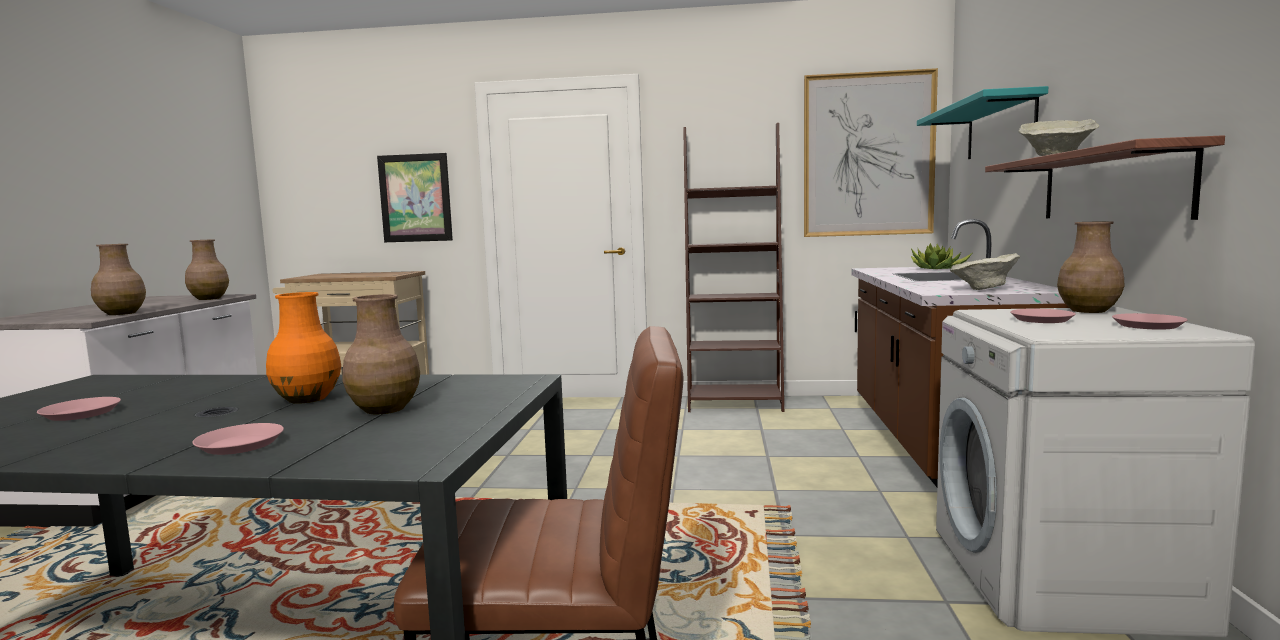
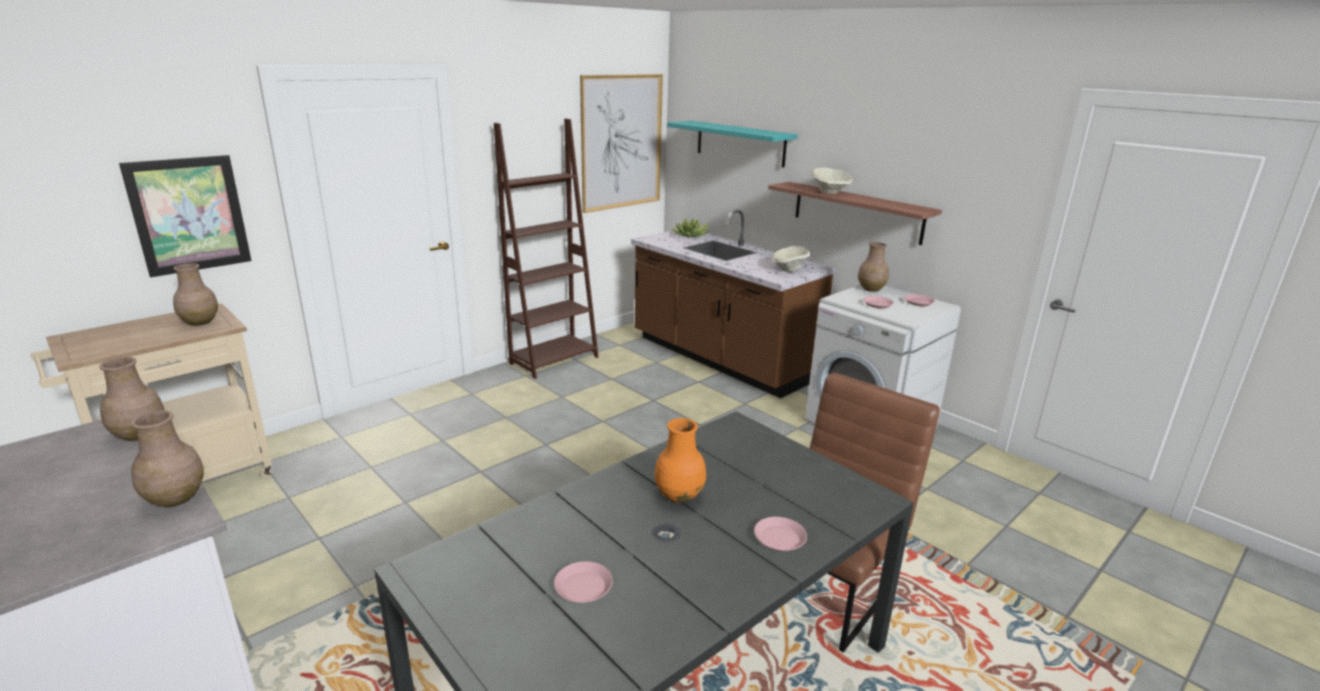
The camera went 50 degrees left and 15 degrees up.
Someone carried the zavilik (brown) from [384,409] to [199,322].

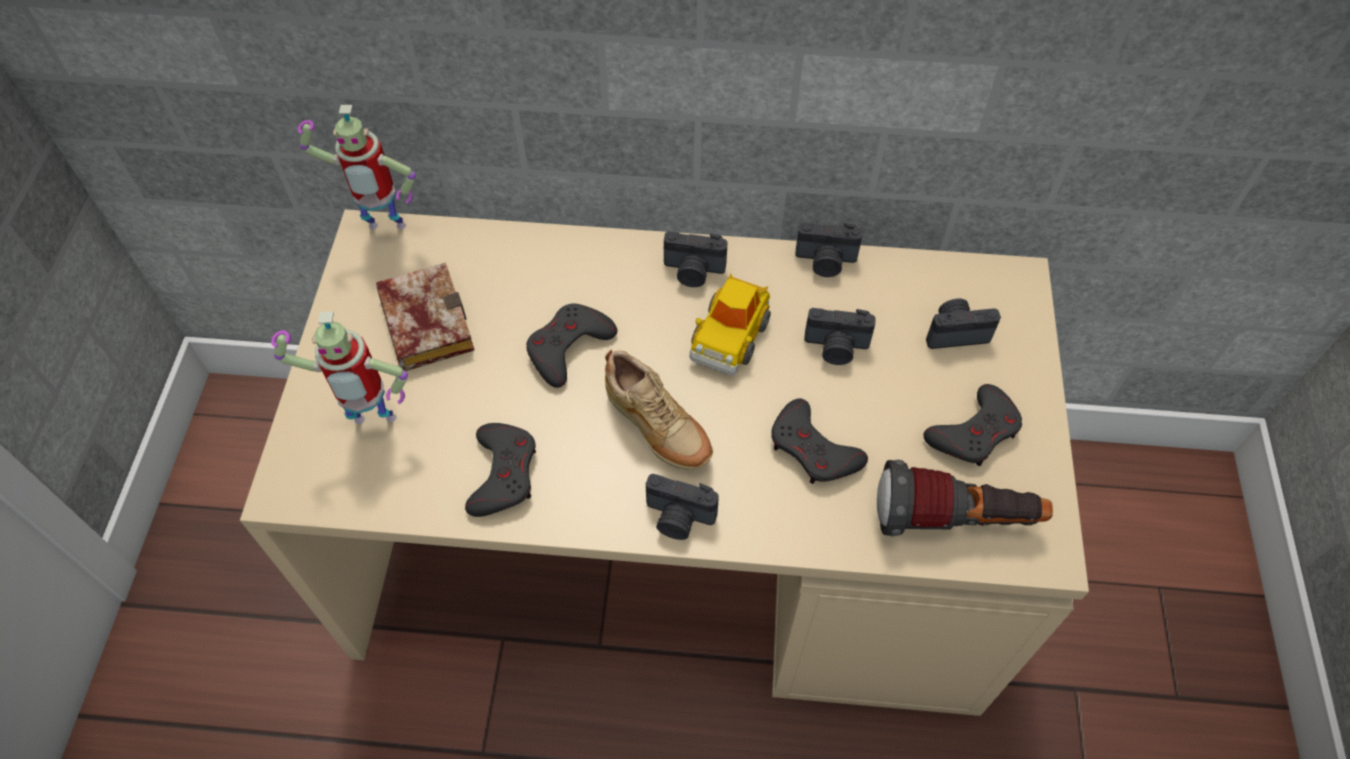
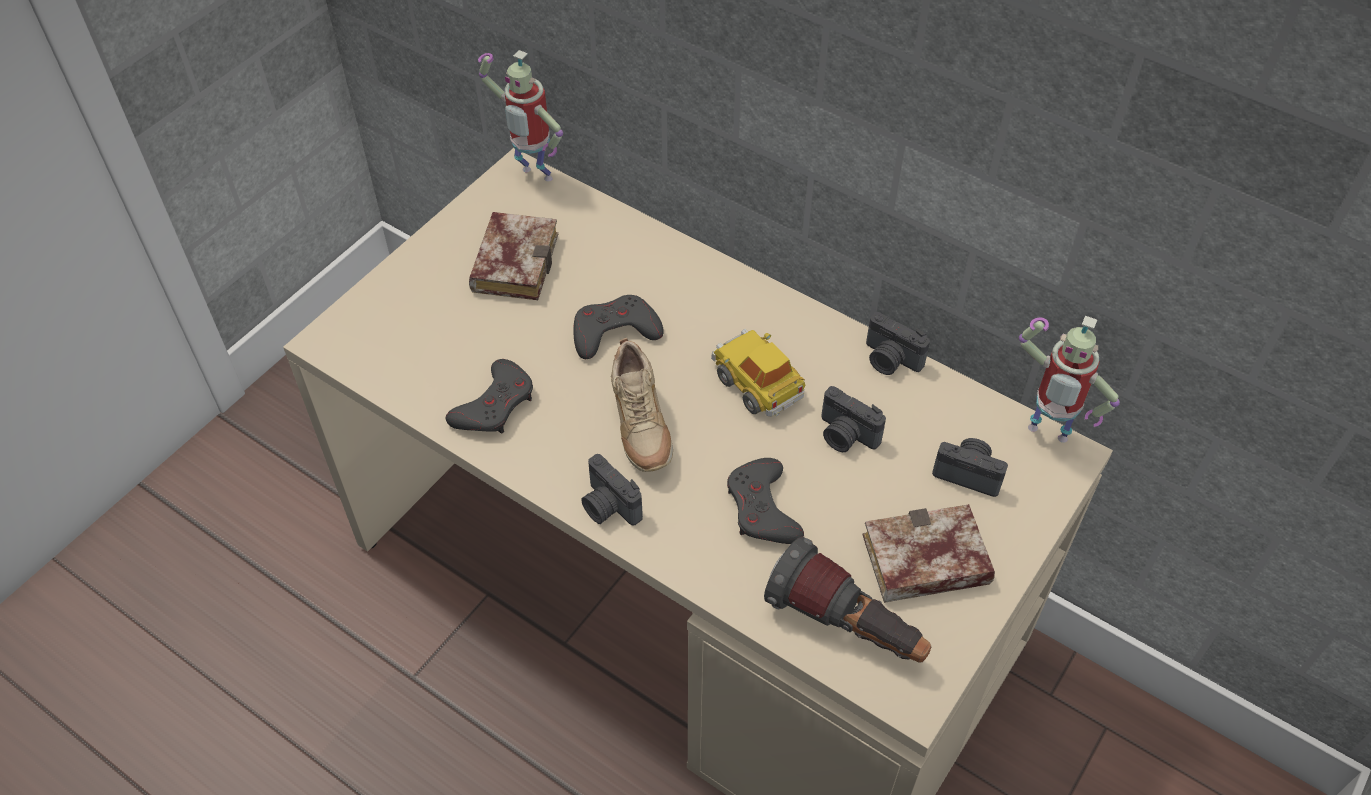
The camera went 30 degrees right and 5 degrees down.
Someone carried the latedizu from [373,424] to [1044,437].
Someone took away the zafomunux at [693,272].
Someone rotated the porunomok at [730,335] by 90 degrees clockwise.
Someone swapped the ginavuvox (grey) at [974,432] for the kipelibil at [921,564].

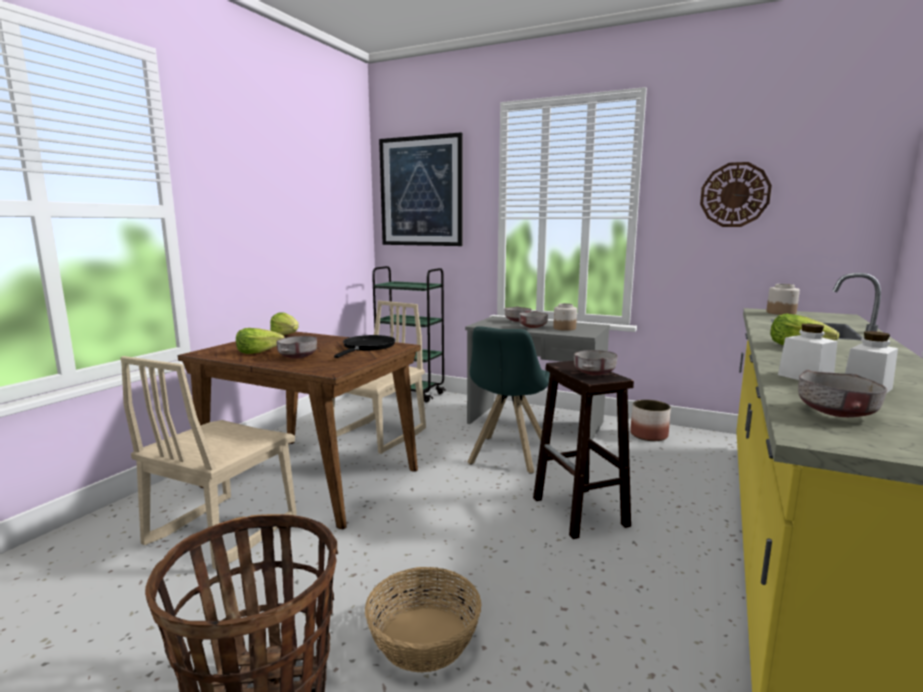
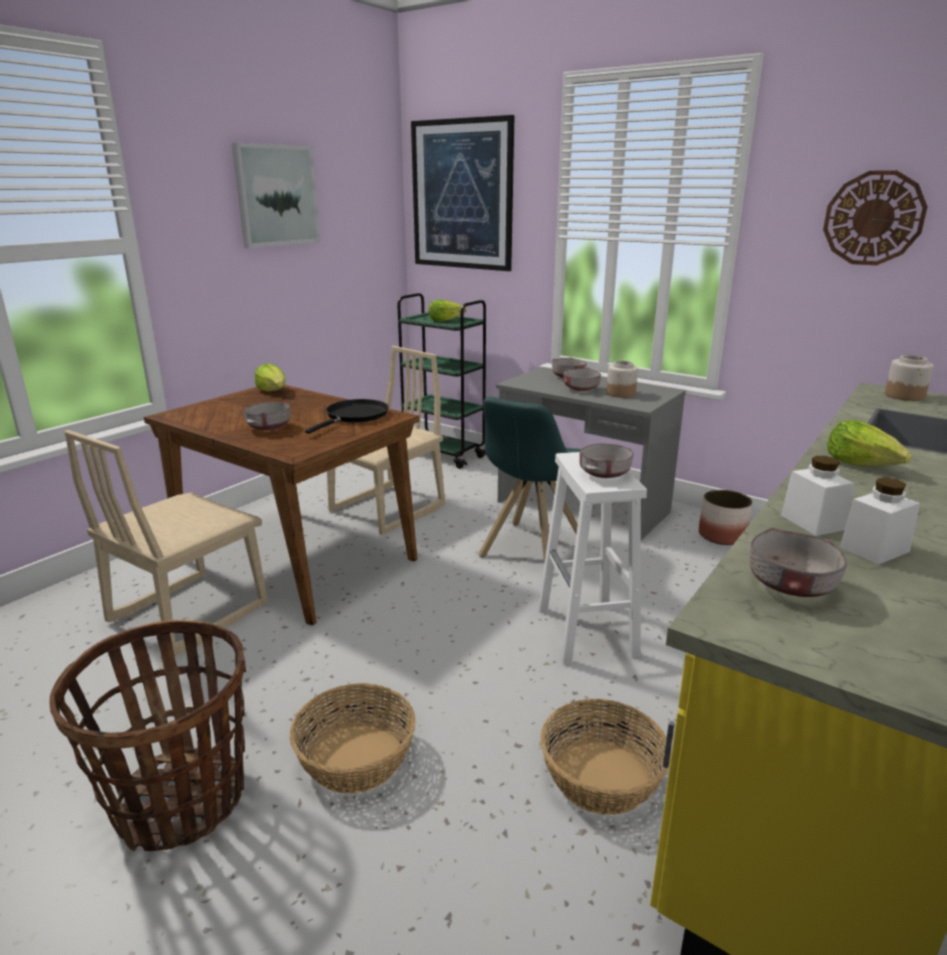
The camera went 10 degrees right and 10 degrees up.
Someone carried the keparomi from [259,352] to [445,320].
Someone repainted the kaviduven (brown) at [580,512], which became the kaviduven (white) at [587,632].
Someone put up the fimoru at [276,196].
Someone put down the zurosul at [601,777].

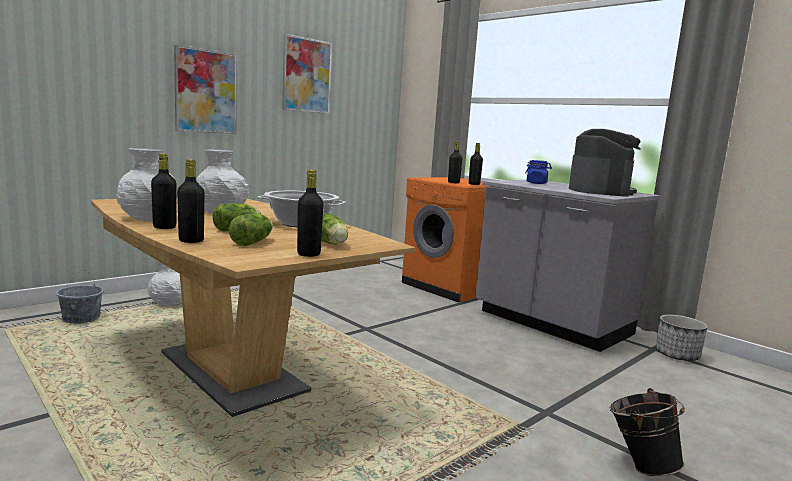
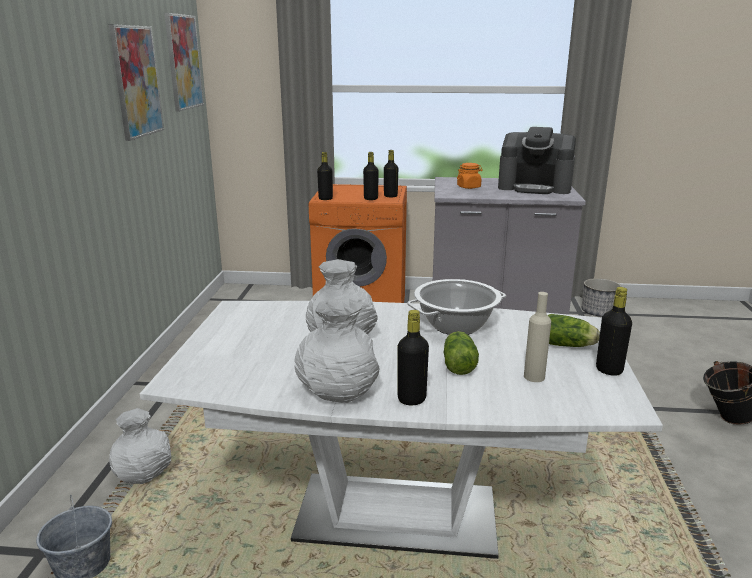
The camera went 40 degrees left and 10 degrees up.
Someone repainted the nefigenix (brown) at [231,372], which became the nefigenix (white) at [396,515].
Someone carried the fimoru from [206,91] to [183,62].
Someone carried the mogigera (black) from [191,241] to [325,199].
Someone swapped the keparomi at [253,242] for the mogigera (beige) at [534,377].
Someone repainted the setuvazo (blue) at [536,183], which became the setuvazo (orange) at [469,187].
Someone rotated the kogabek at [600,191] by 135 degrees clockwise.

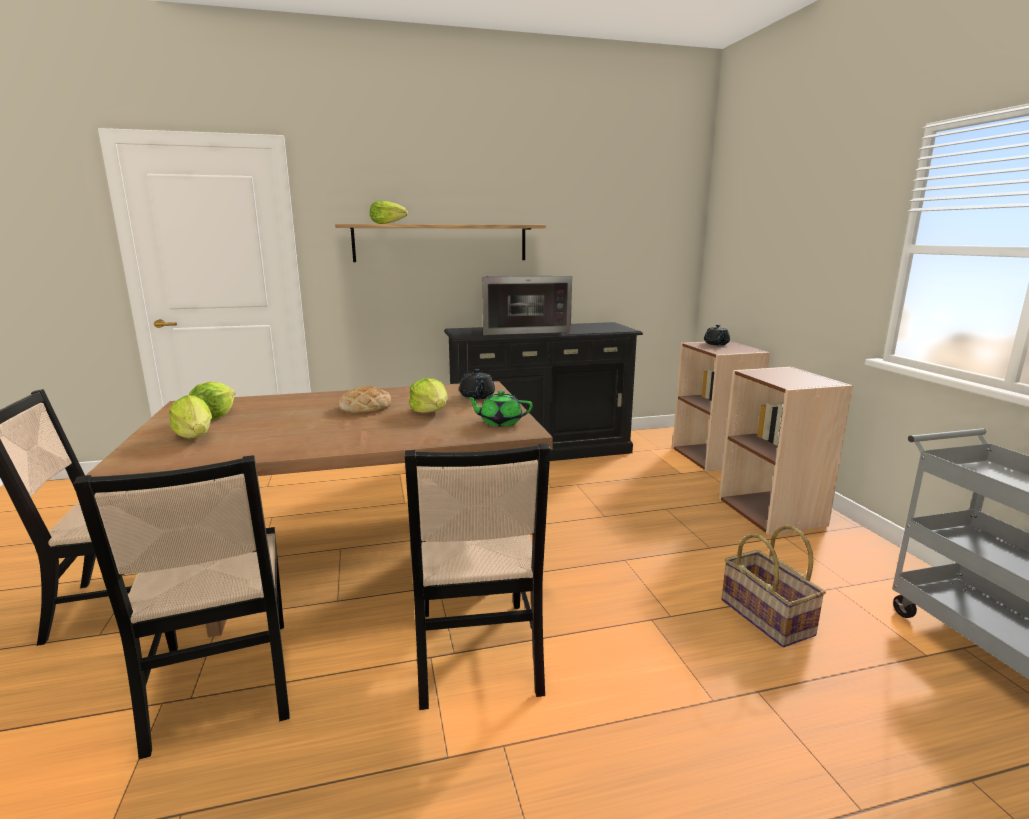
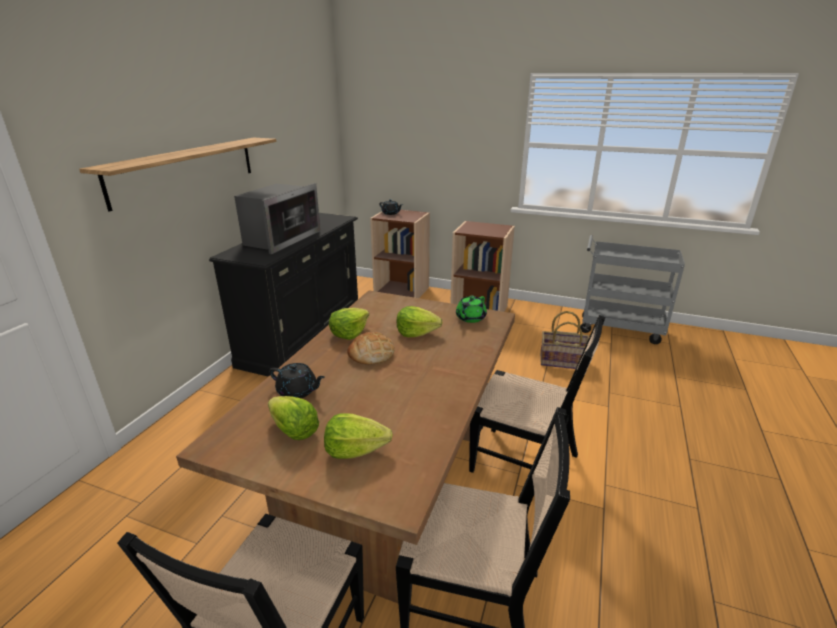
The camera went 55 degrees left and 10 degrees up.
Someone carried the keparomi from [387,224] to [349,333].
Someone carried the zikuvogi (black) from [477,397] to [298,391].

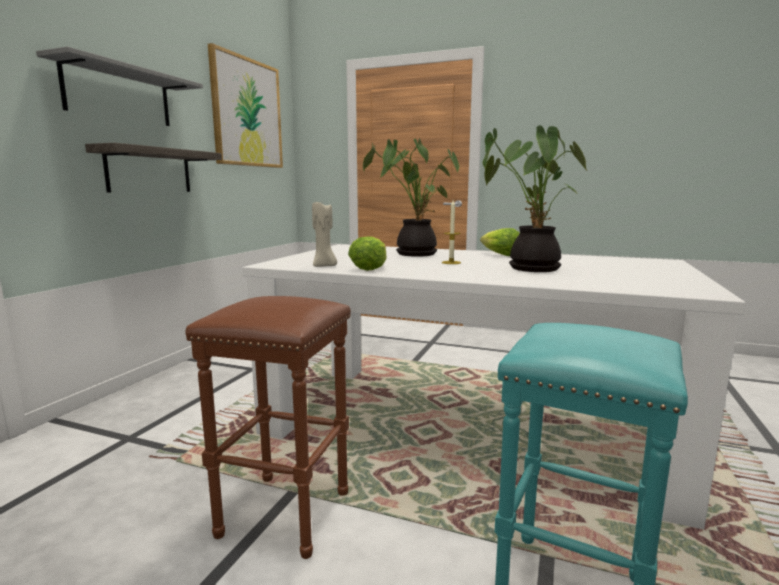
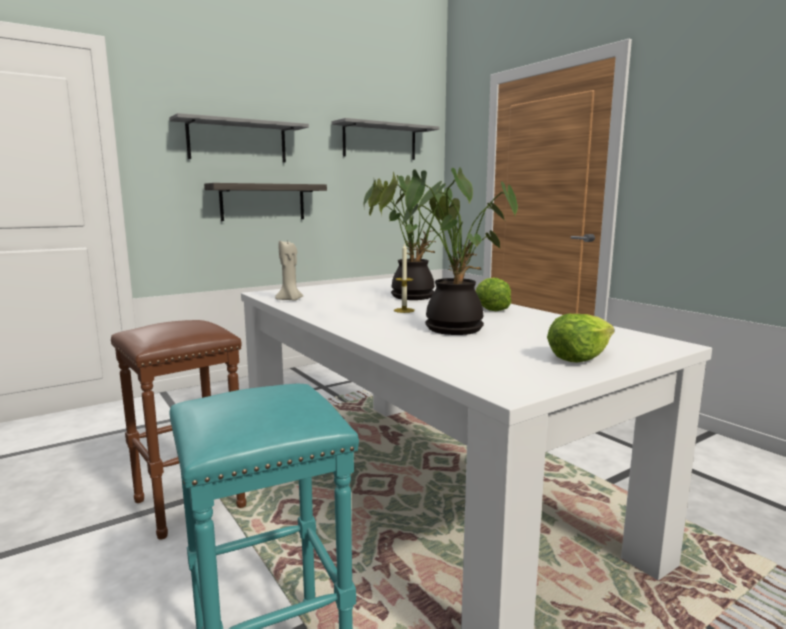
The camera went 35 degrees right and 0 degrees up.
Someone swapped the fimoru at [247,113] for the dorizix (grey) at [379,141].
Someone carried the keparomi from [369,268] to [579,357].

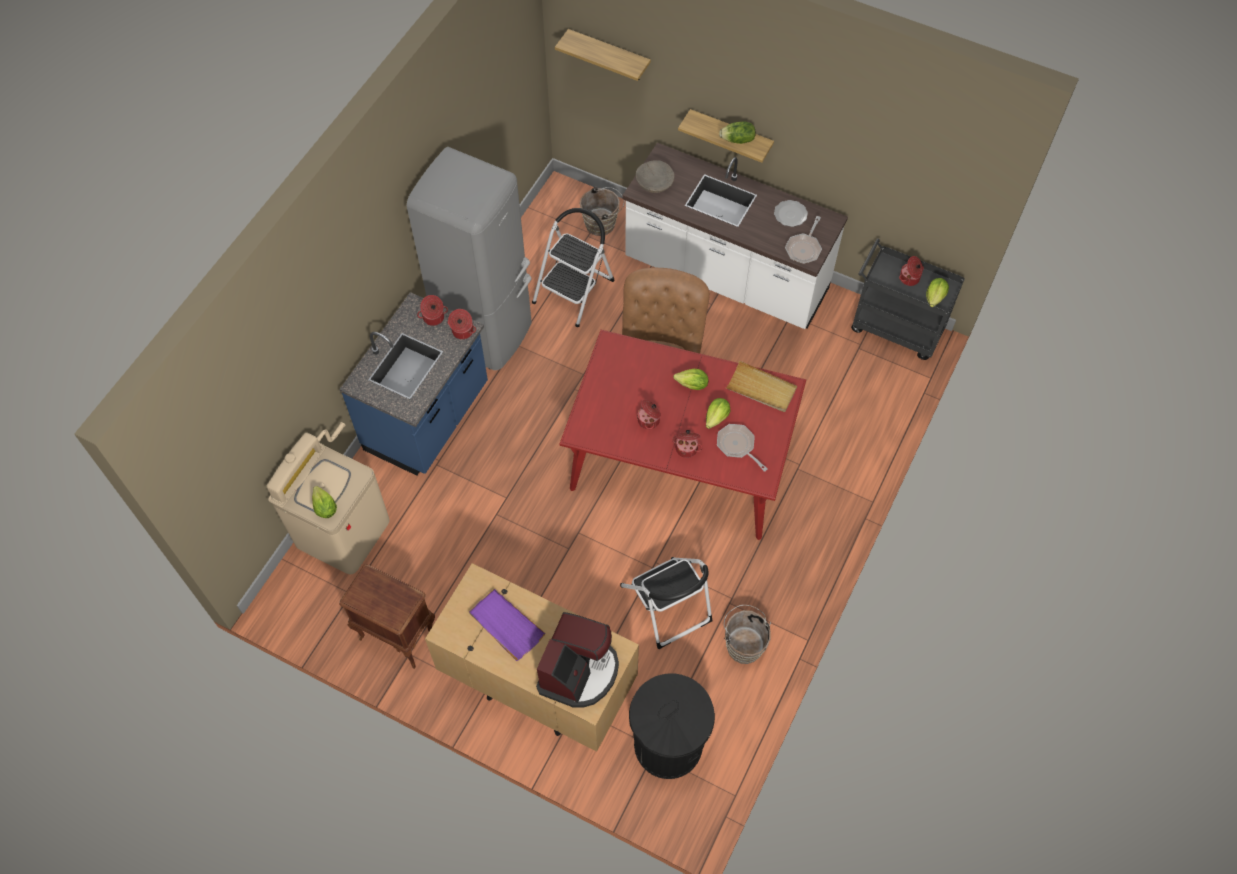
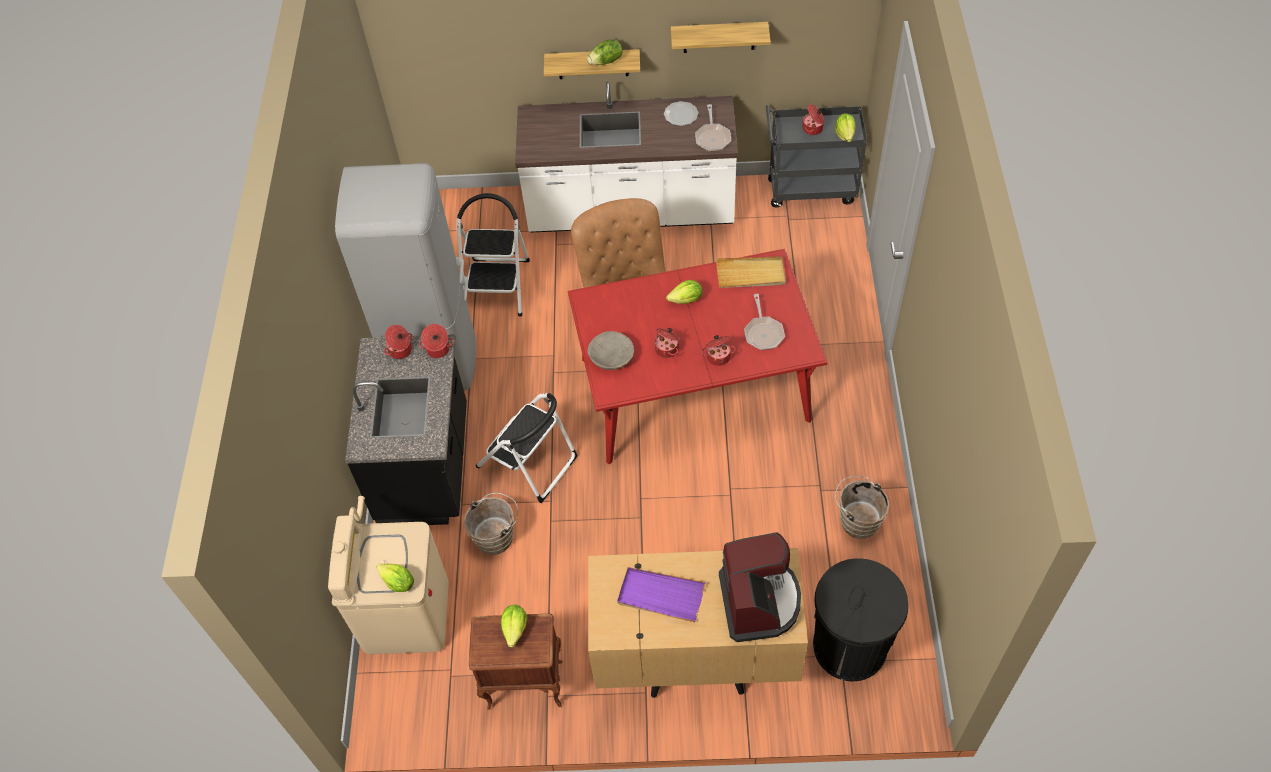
The camera went 25 degrees left and 5 degrees down.
Someone repainted the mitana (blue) at [428,419], which became the mitana (black) at [426,466].
Someone carried the dorizix from [609,56] to [719,37].
Someone carried the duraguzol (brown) from [602,224] to [497,536].
Someone carried the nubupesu from [667,606] to [529,463].
Someone carried the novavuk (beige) from [654,183] to [611,357].
Someone carried the keparomi from [716,418] to [515,629].
Someone rotated the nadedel at [737,446] by 120 degrees counterclockwise.

